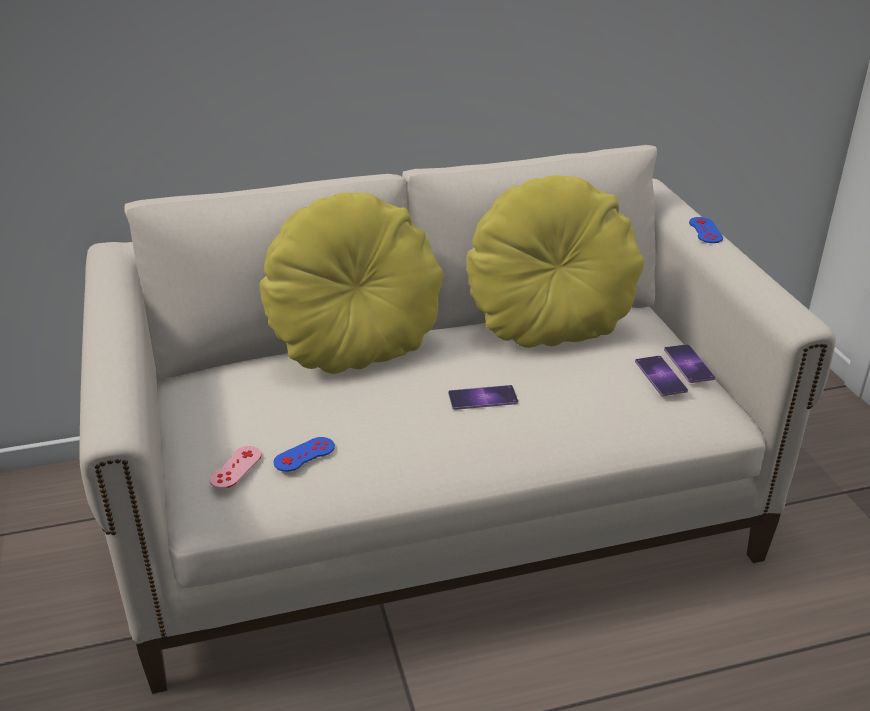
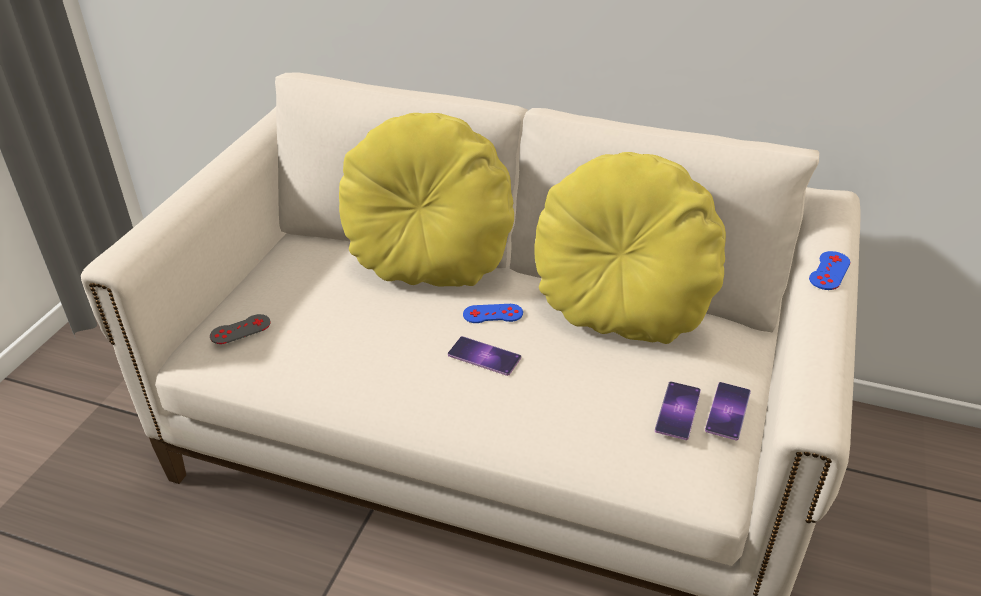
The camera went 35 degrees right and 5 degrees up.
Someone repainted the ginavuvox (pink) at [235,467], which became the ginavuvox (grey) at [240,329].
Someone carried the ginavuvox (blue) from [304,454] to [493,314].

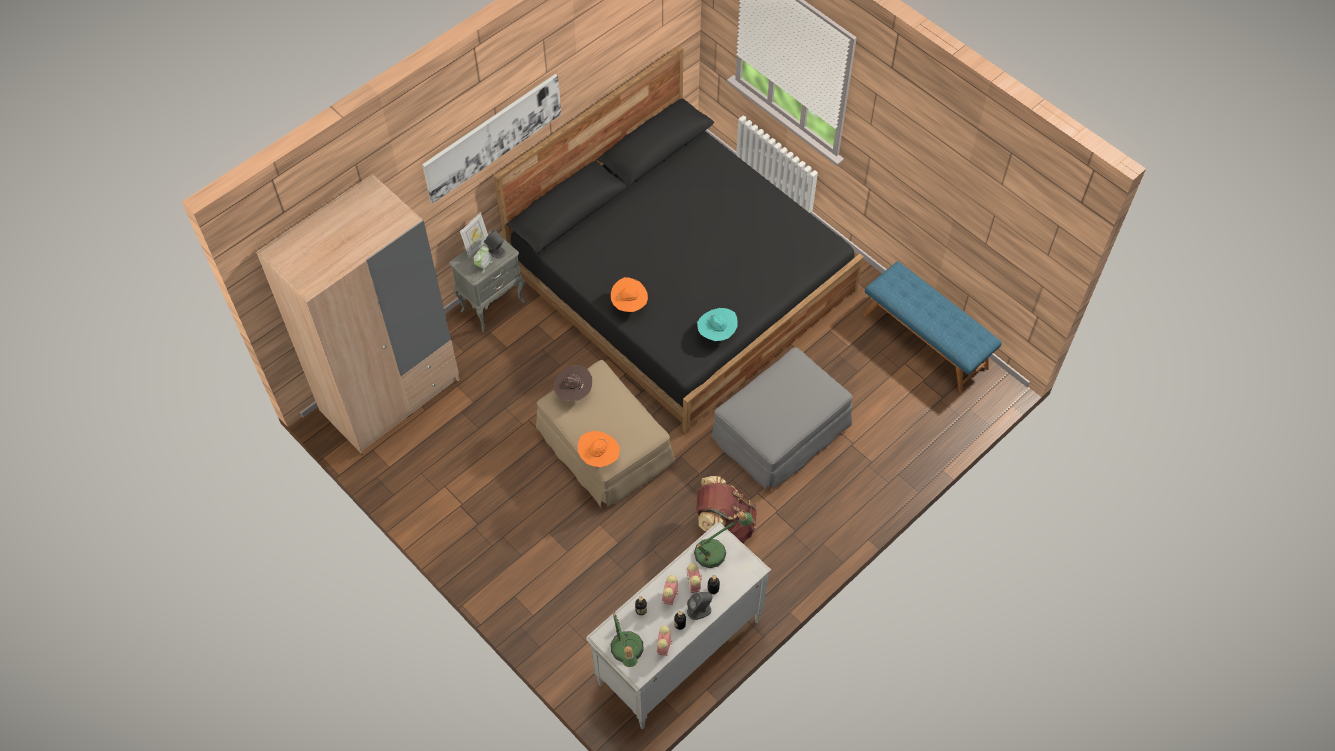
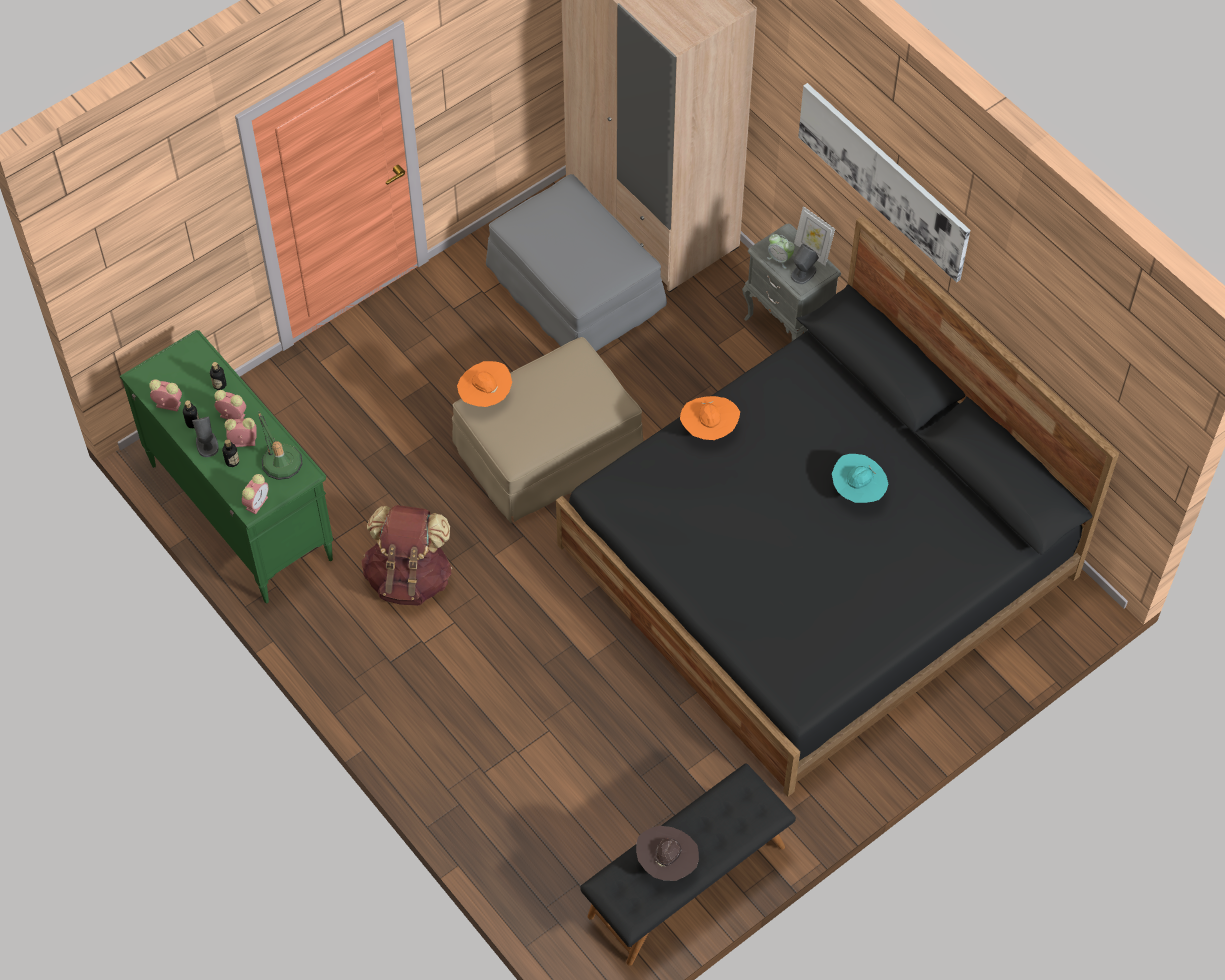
The camera went 95 degrees right and 0 degrees up.
Someone carried the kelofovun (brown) from [573,392] to [667,862].
Someone repainted the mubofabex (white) at [677,652], which became the mubofabex (green) at [241,510].
Someone took away the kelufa at [627,653].
Someone carried the kelofovun (turquoise) from [717,333] to [858,491].
Someone carried the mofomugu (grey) from [780,431] to [575,289].
Someone repainted the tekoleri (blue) at [926,340], which became the tekoleri (black) at [687,882].
Someone put down the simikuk at [257,502].

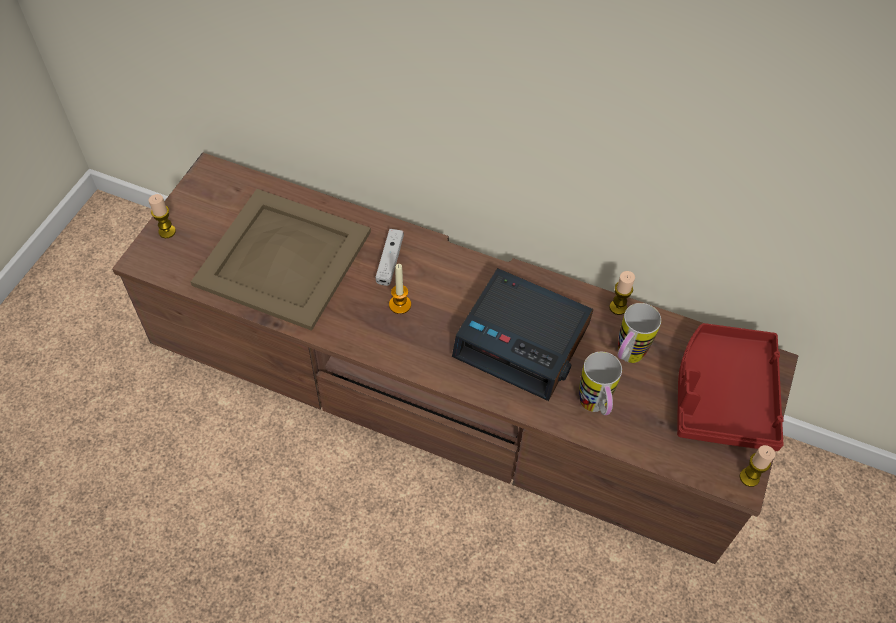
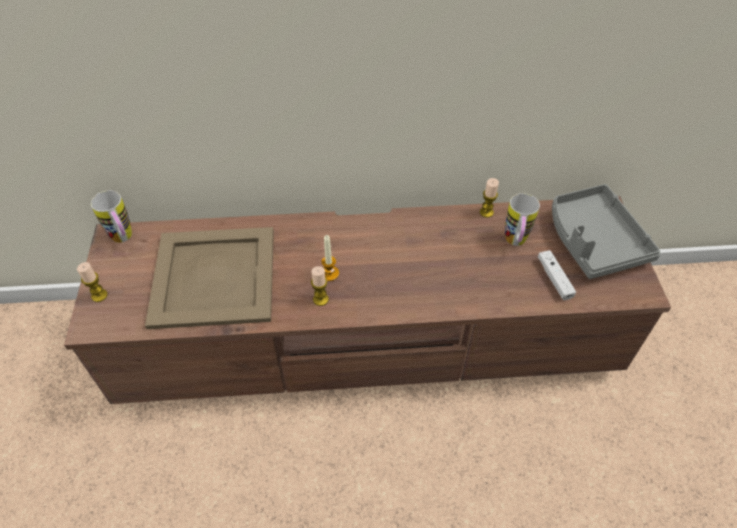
The camera went 25 degrees left and 5 degrees down.
Someone carried the ginavuvox (white) from [390,261] to [554,279].
Someone took away the simikuk at [523,341].
Someone carried the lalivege from [595,408] to [124,239].
Someone repainted the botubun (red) at [723,395], which became the botubun (grey) at [593,241].
Someone carried the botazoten from [749,477] to [320,299].

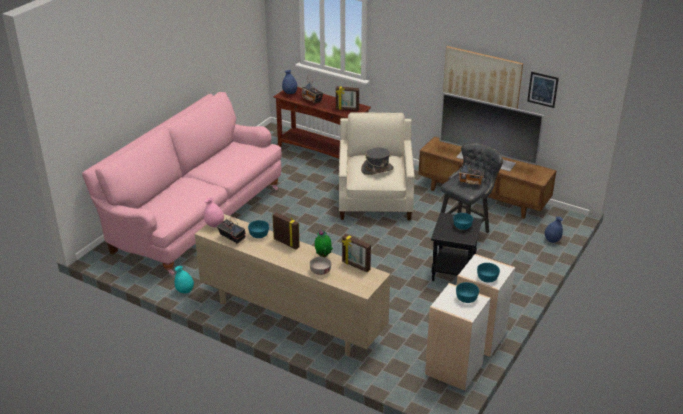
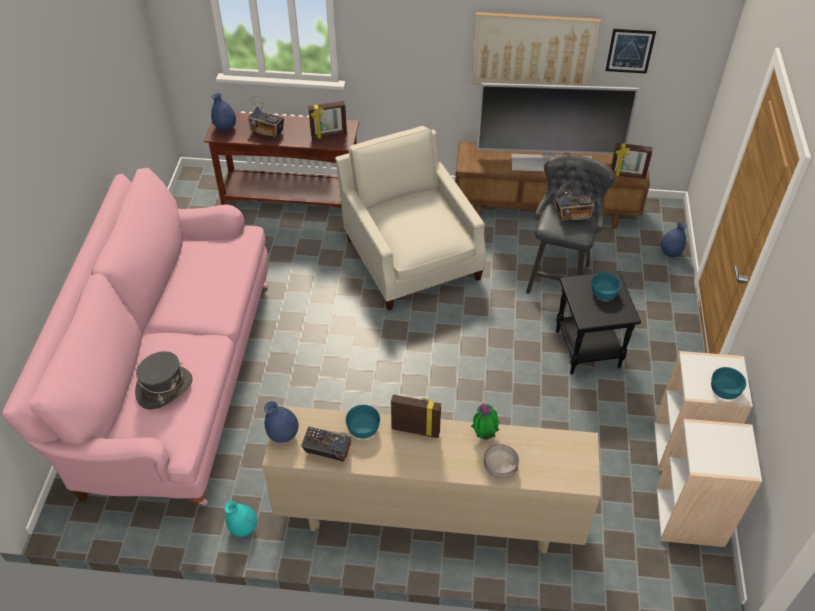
The camera went 25 degrees left and 15 degrees up.
Someone repainted the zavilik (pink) at [214,225], which became the zavilik (blue) at [283,435].
Someone carried the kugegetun from [355,266] to [627,175].
Someone carried the kelofovun (grey) from [377,169] to [164,388].
Someone took away the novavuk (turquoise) at [466,298].

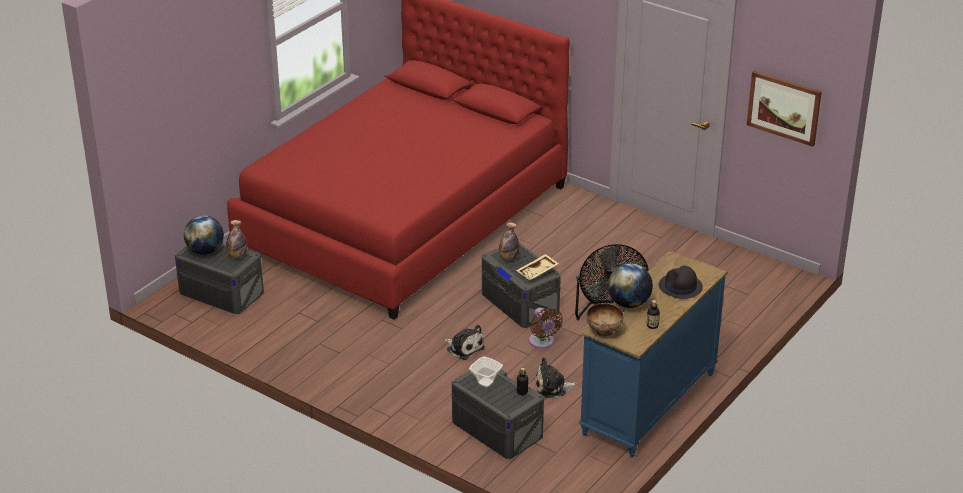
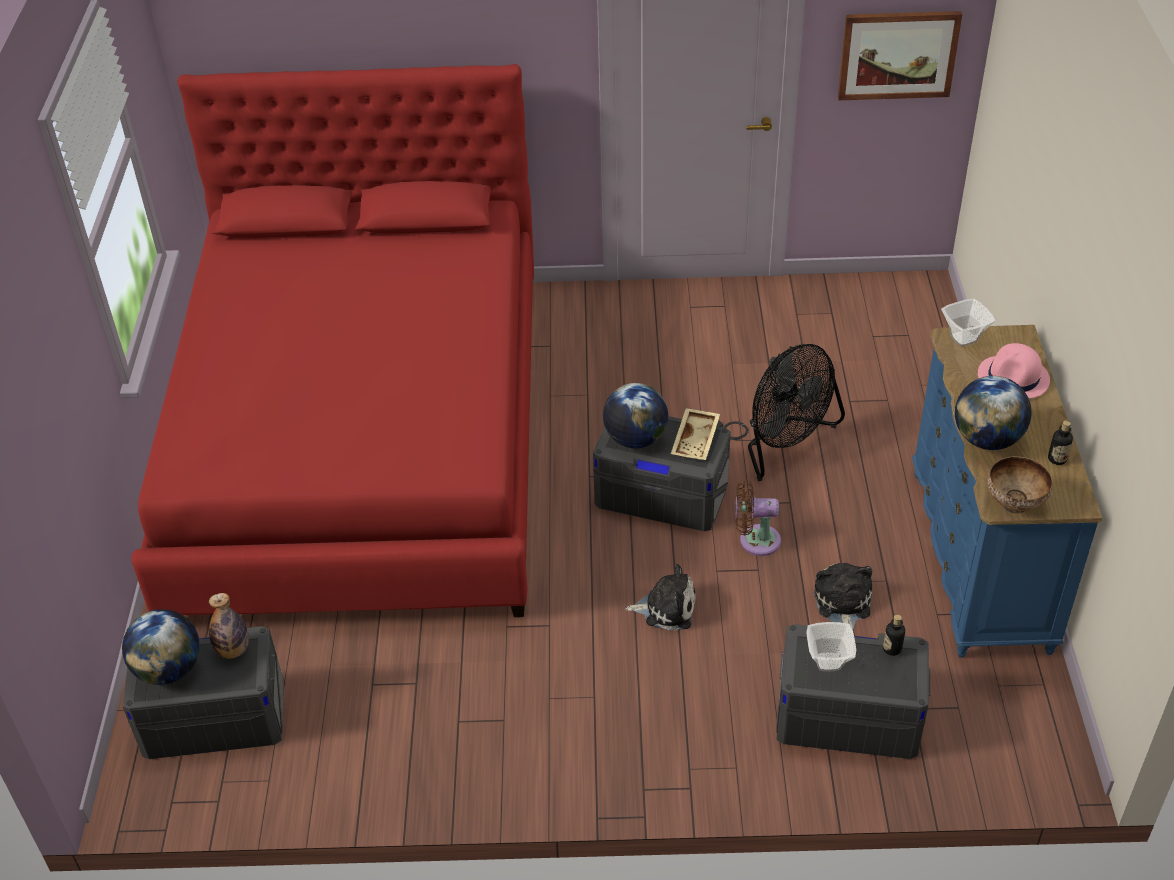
The camera went 35 degrees left and 10 degrees up.
Someone swapped the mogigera at [508,258] for the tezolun at [635,439].
Someone rotated the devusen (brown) at [542,342] by 150 degrees clockwise.
Someone rotated the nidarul at [552,387] by 135 degrees clockwise.
Someone repainted the kelofovun (black) at [680,287], which became the kelofovun (pink) at [1013,378].
Someone put down the novavuk at [962,338].

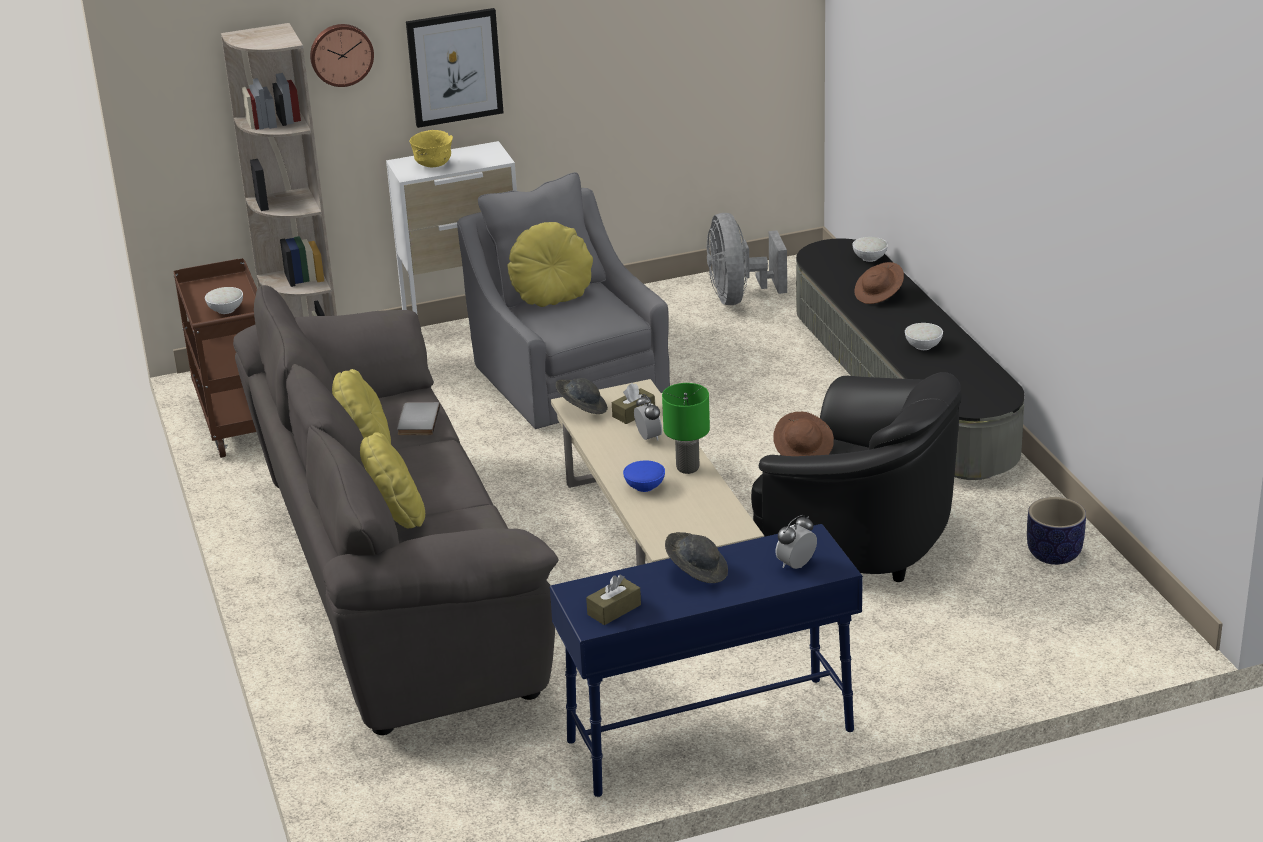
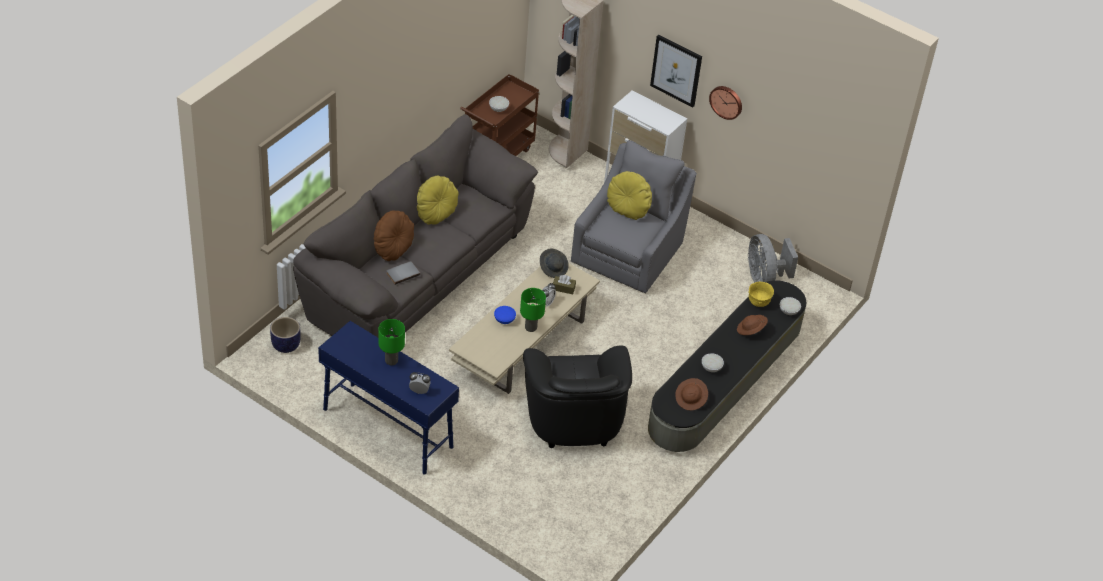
The camera went 50 degrees right and 15 degrees up.
Someone carried the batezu from [341,54] to [726,101].
Someone repainted the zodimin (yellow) at [396,519], which became the zodimin (brown) at [393,251].
Someone carried the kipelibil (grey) from [416,421] to [402,273].
Someone carried the novavuk (yellow) from [433,165] to [758,302].
Someone took away the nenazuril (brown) at [614,610].
Someone swapped the kelofovun (grey) at [697,571] for the kelufa (green) at [392,361].
Someone rotated the devusen (grey) at [739,297] by 60 degrees counterclockwise.
Someone carried the kelofovun (brown) from [803,451] to [691,400].
Someone carried the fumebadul from [1054,554] to [286,345].

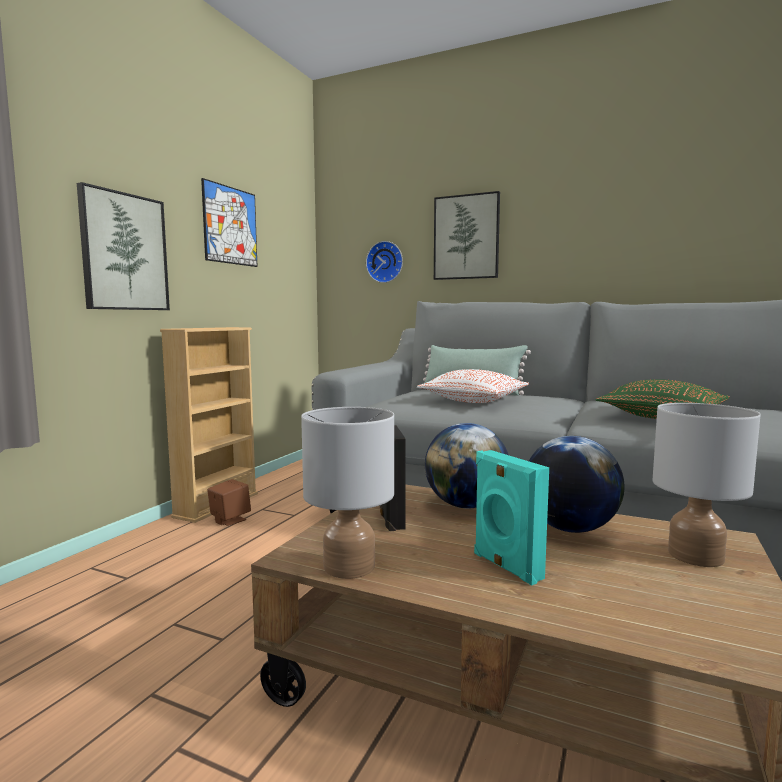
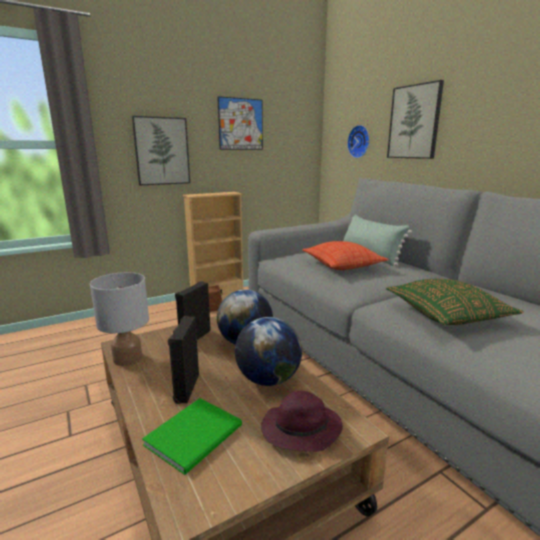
The camera went 35 degrees right and 10 degrees up.
Someone repainted the zodimin (white) at [474,400], which became the zodimin (orange) at [343,266].
Someone repainted the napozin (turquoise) at [505,567], which became the napozin (black) at [185,388].
Someone swapped the kelufa (grey) at [695,556] for the kelofovun (purple) at [300,430].
Someone put down the kipelibil (green) at [197,434].

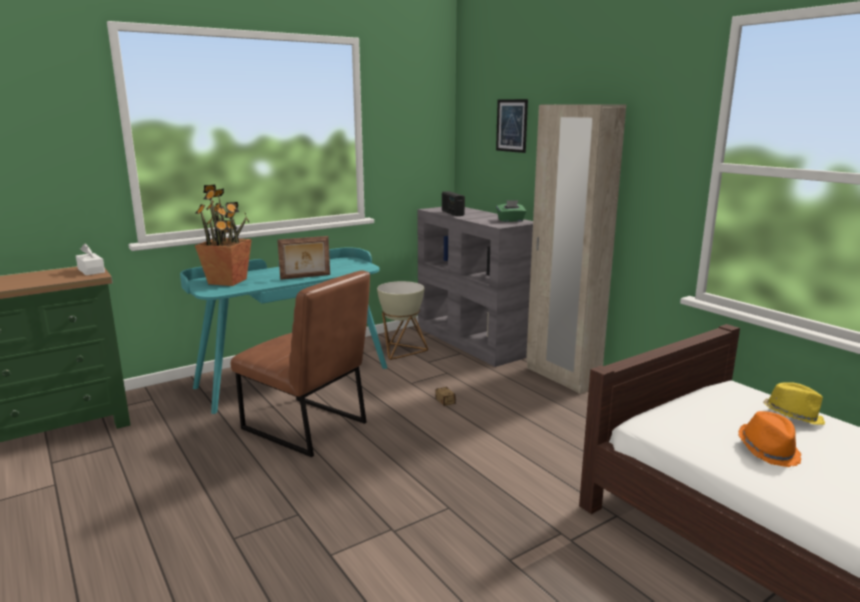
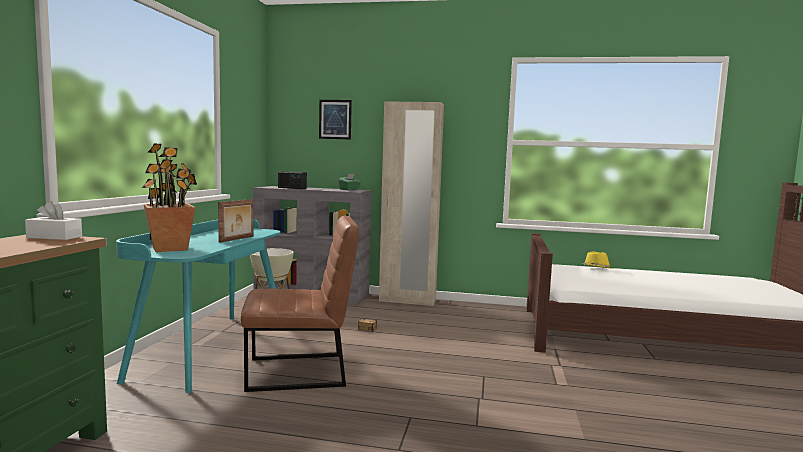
The camera went 45 degrees left and 10 degrees down.
Someone took away the kelofovun (orange) at [768,450].

